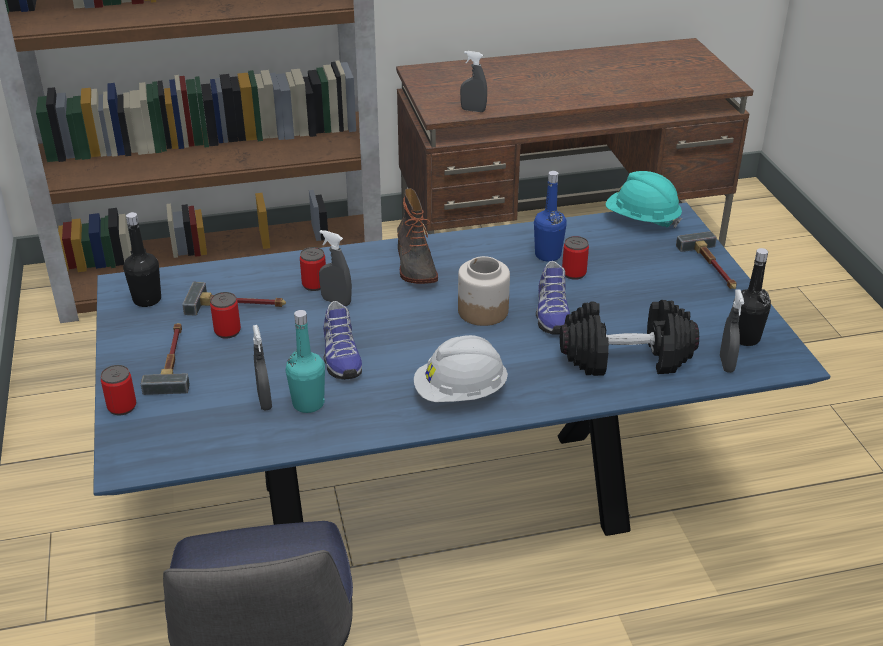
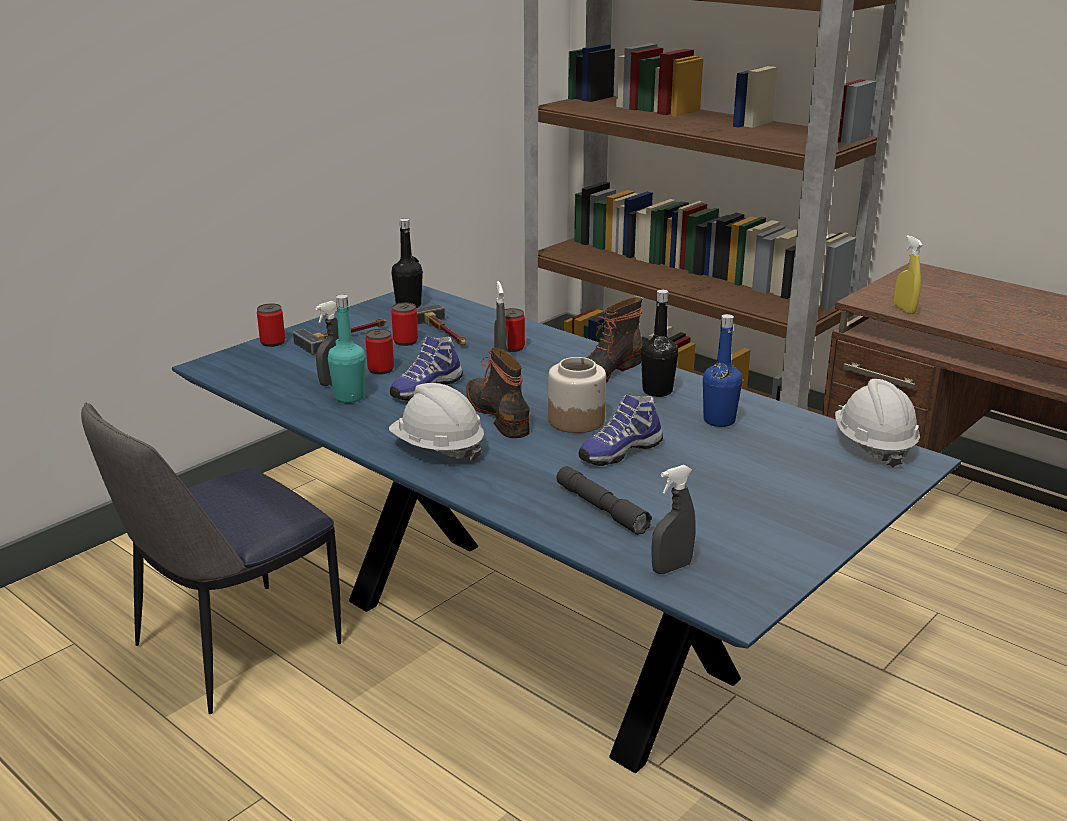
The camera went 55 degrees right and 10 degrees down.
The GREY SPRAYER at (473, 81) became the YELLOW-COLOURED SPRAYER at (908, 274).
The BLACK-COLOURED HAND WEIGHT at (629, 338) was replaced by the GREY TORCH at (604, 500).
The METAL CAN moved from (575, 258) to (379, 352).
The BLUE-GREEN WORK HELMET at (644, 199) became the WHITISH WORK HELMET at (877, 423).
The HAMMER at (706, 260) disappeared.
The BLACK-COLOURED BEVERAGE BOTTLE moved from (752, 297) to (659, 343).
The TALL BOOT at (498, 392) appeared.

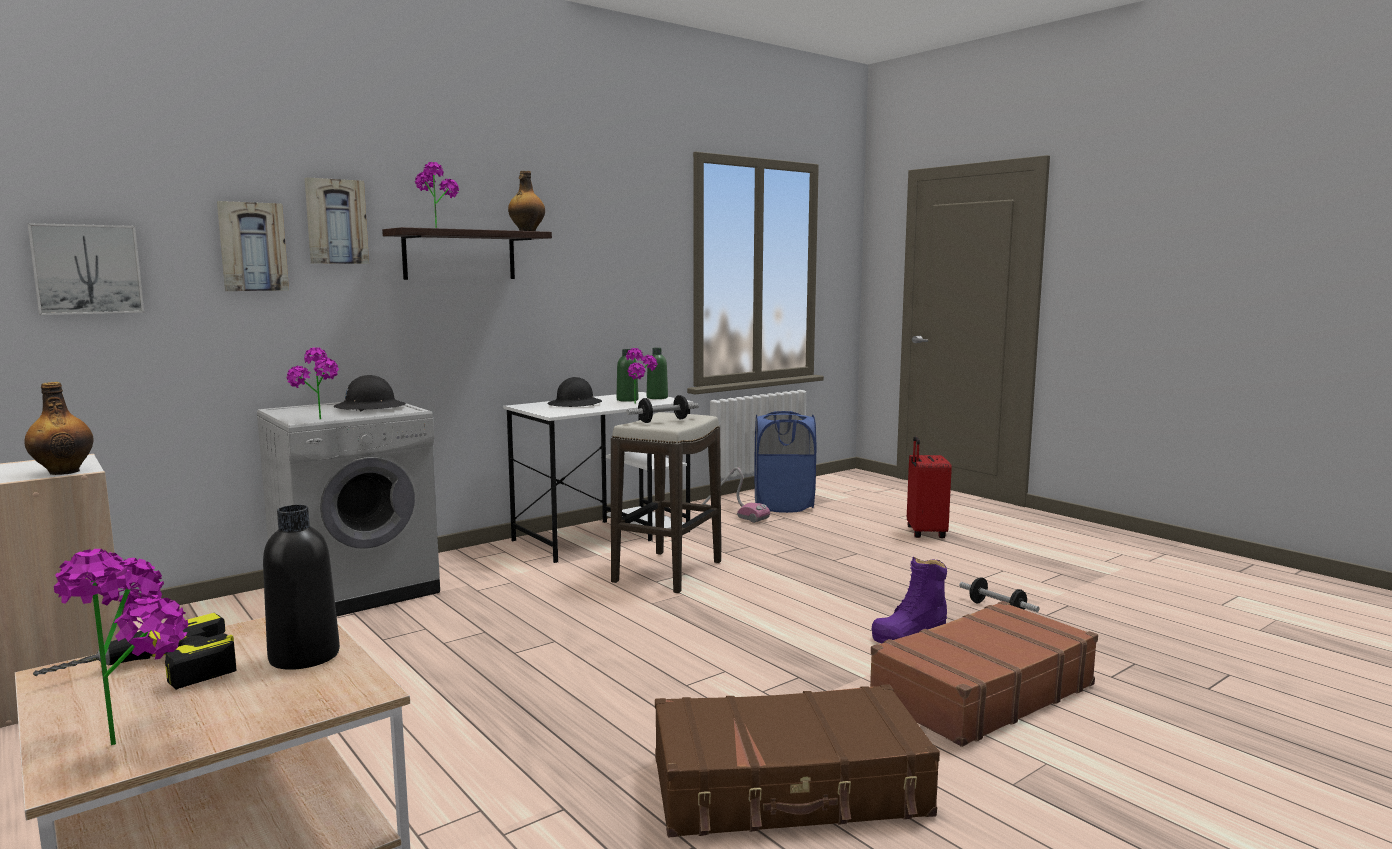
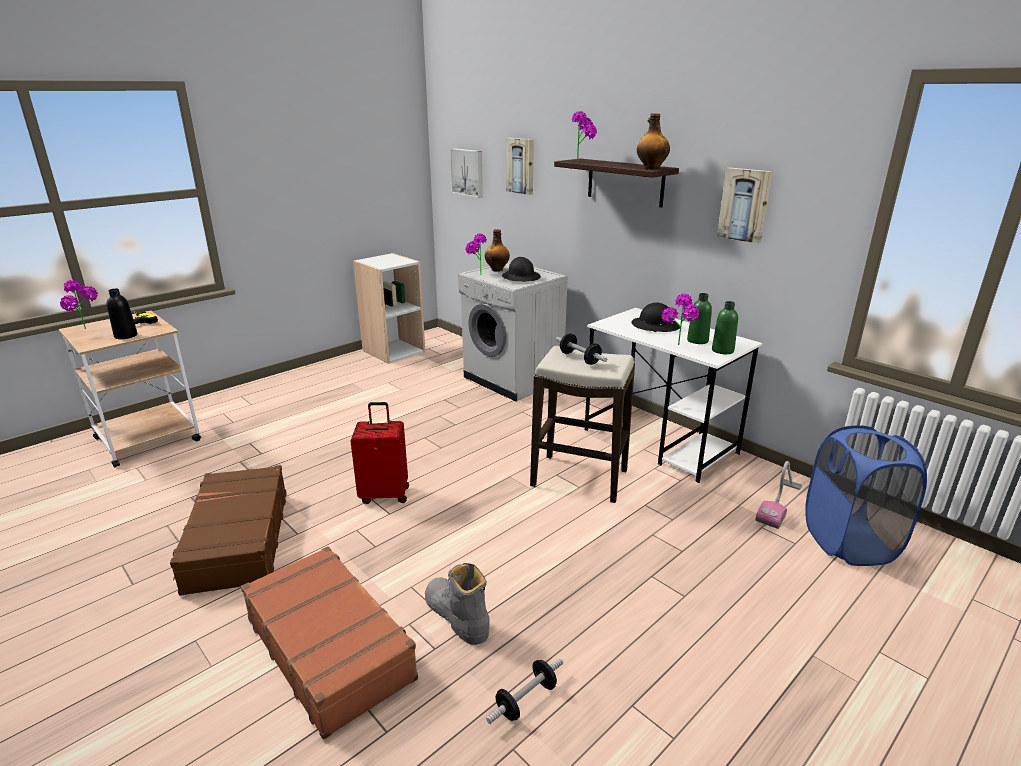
The camera went 85 degrees right and 15 degrees up.
The BEVERAGE BOTTLE moved from (58, 428) to (497, 250).
The PICTURE moved from (337, 220) to (745, 206).
The PURPLISH TALL BOOT at (909, 599) became the GREY TALL BOOT at (457, 604).
The RED-COLOURED PIECE OF LUGGAGE moved from (929, 487) to (380, 453).

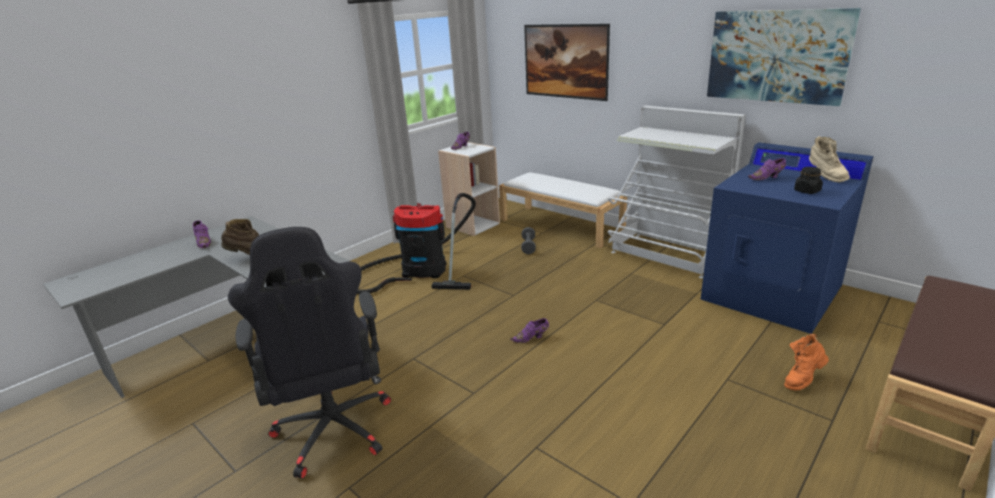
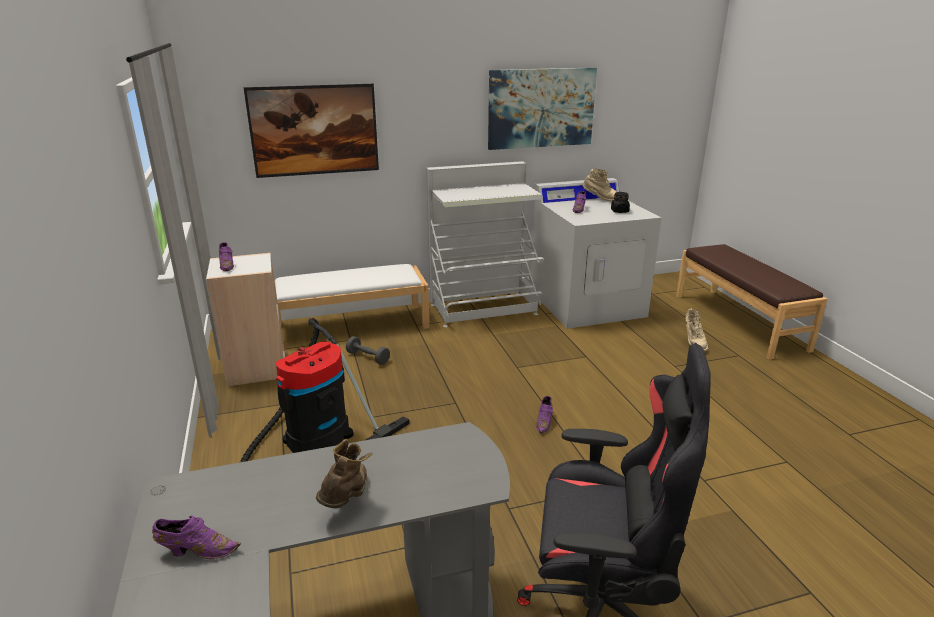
The camera went 60 degrees left and 0 degrees up.
The BLUISH LAUNDRY MACHINE at (787, 238) became the WHITISH LAUNDRY MACHINE at (596, 253).
The ORANGE TALL BOOT at (806, 362) became the SAND-COLOURED TALL BOOT at (696, 330).

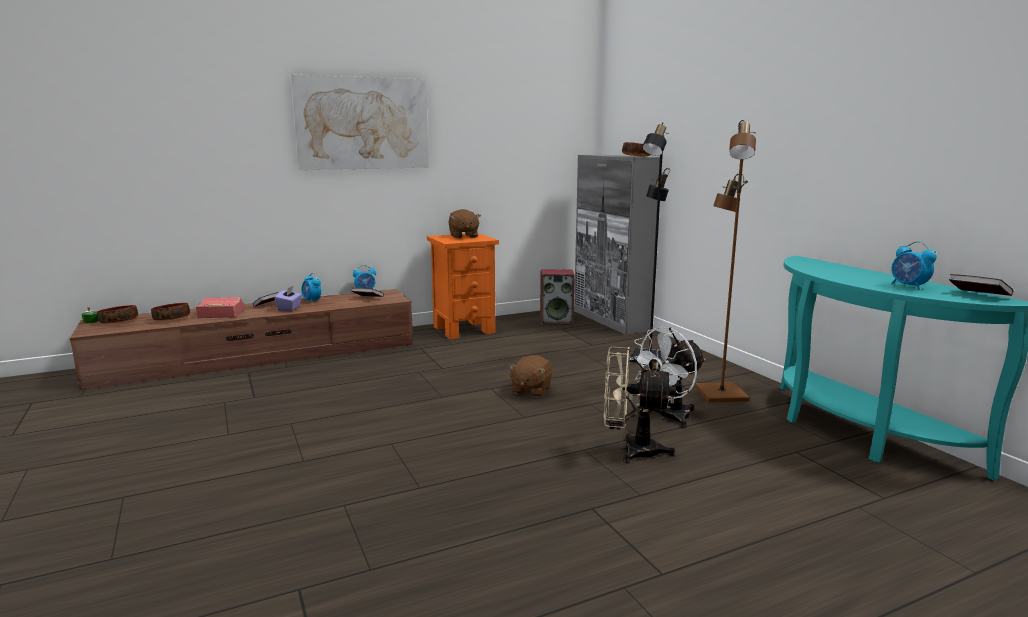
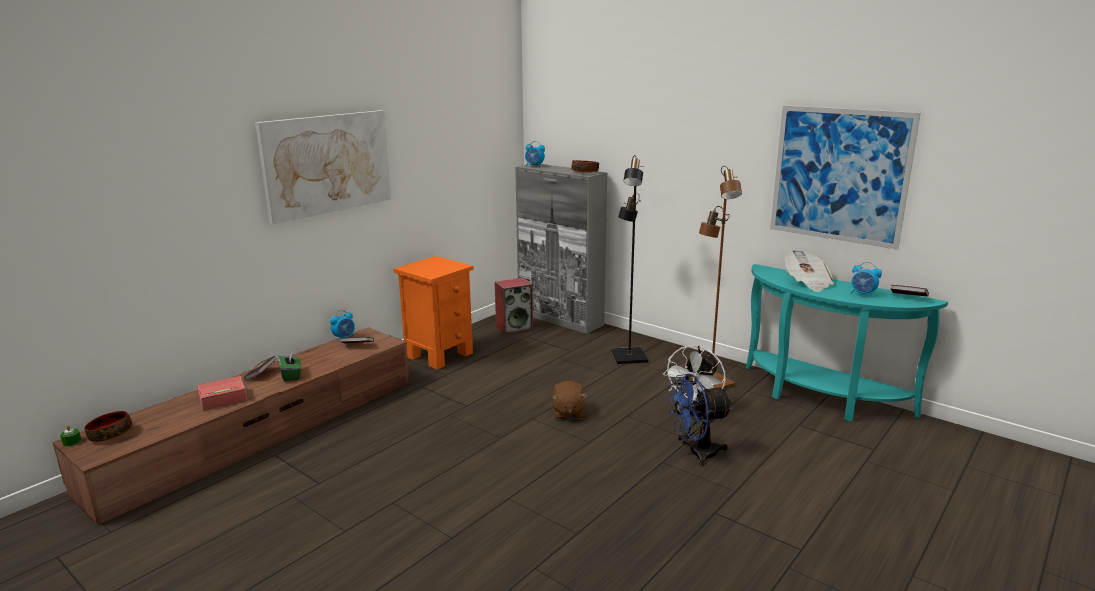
The camera went 25 degrees left and 5 degrees up.
The BOWL at (170, 312) disappeared.
The PURPLISH BOX OF TISSUES at (288, 298) became the GREEN-COLOURED BOX OF TISSUES at (289, 366).
The BEDSIDE CLOCK moved from (311, 288) to (535, 154).
The BROWNISH CUDDLY TOY at (465, 224) disappeared.
The SAND-COLOURED COOLING FAN at (640, 405) became the BLUISH COOLING FAN at (700, 420).
The PICTURE at (845, 177) appeared.
The PRINTED PAPER at (809, 270) appeared.

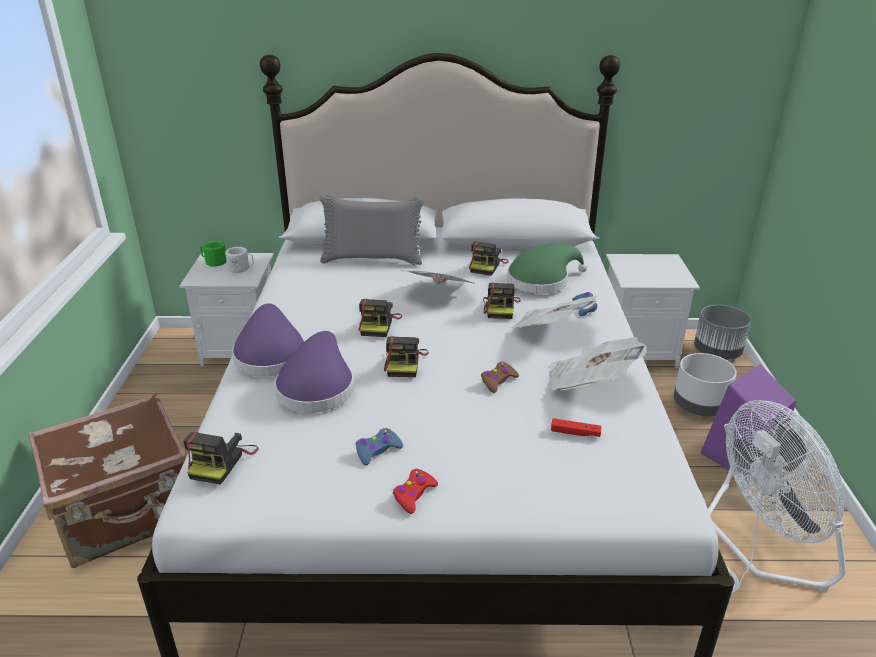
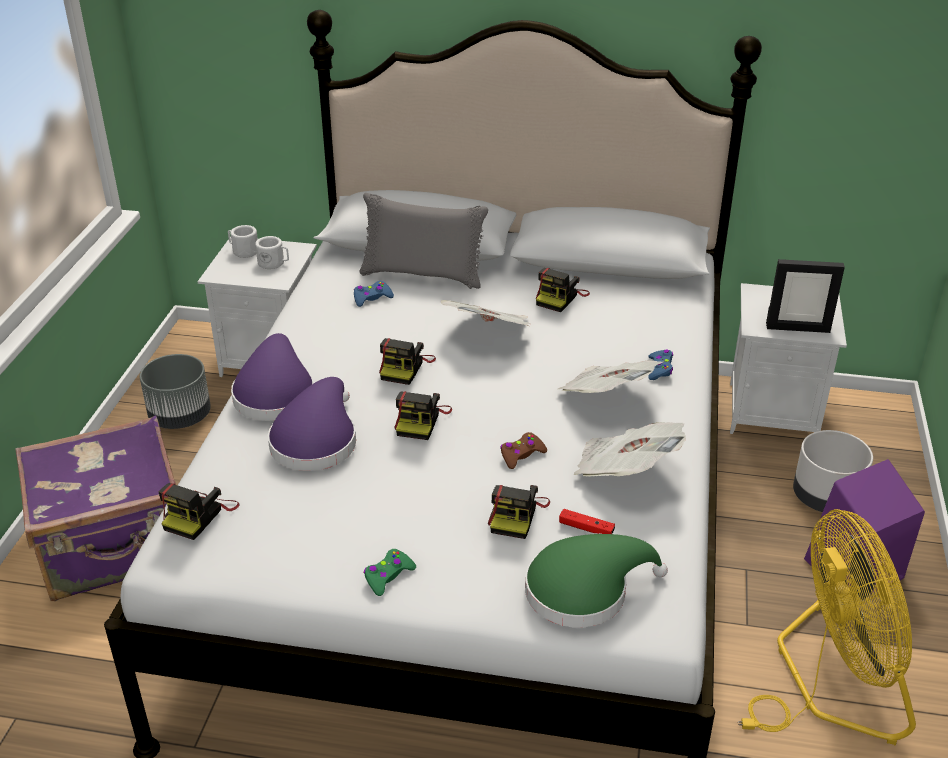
The camera went 10 degrees right and 5 degrees up.
The BROWNISH PIECE OF LUGGAGE at (107, 480) became the PURPLISH PIECE OF LUGGAGE at (95, 508).
The GREEN-COLOURED TEA MUG at (213, 253) became the WHITISH TEA MUG at (243, 241).
The BLUISH GAME CONTROLLER moved from (379, 446) to (374, 294).
The RED-COLOURED GAME CONTROLLER at (415, 491) became the GREEN-COLOURED GAME CONTROLLER at (390, 572).
The STILL CAMERA moved from (502, 300) to (519, 512).
The GREEN-COLOURED CLOTHING HAT moved from (547, 268) to (596, 581).
The GREY PLANTER moved from (722, 332) to (175, 391).
The WHITISH COOLING FAN at (777, 497) became the YELLOW-COLOURED COOLING FAN at (827, 627).
The STANDING FRAME at (805, 296) appeared.

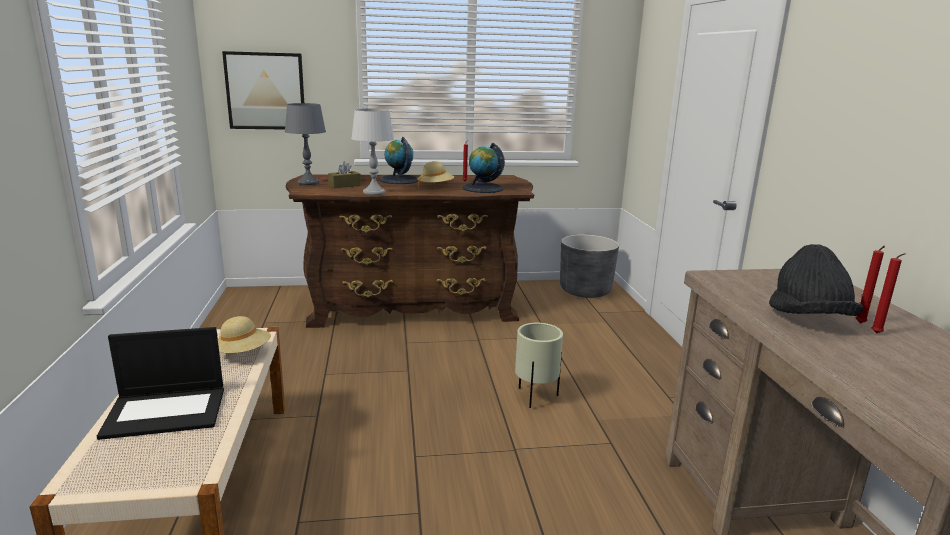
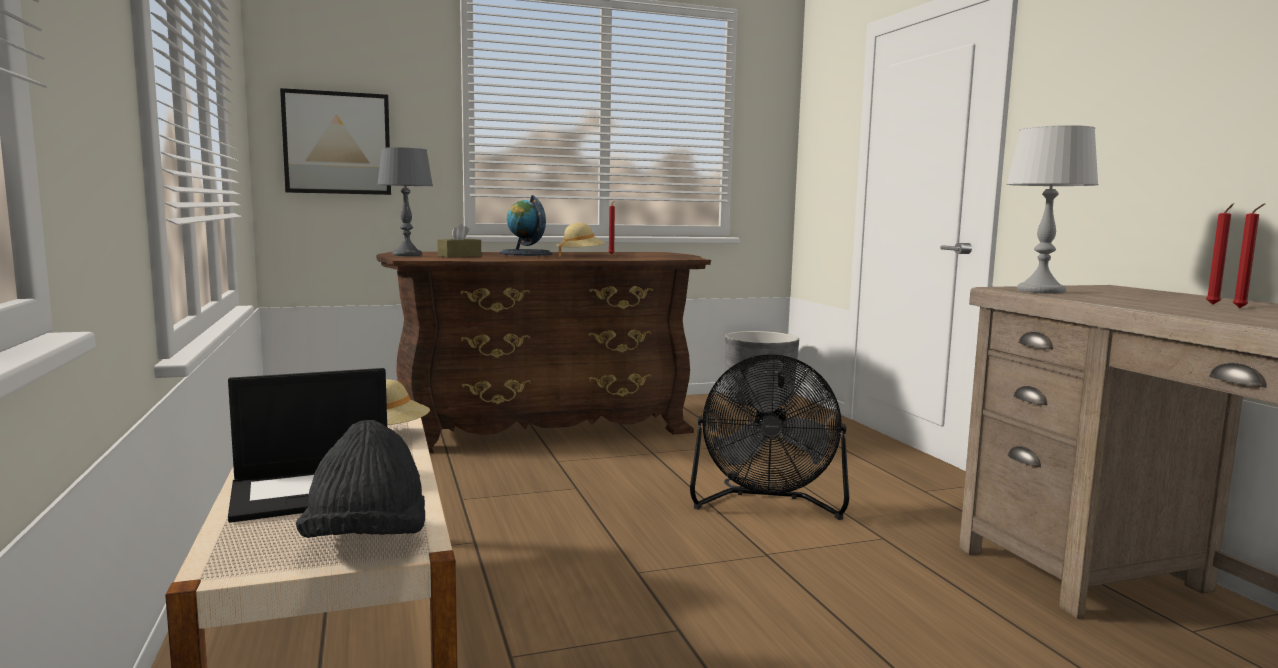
The camera went 10 degrees left and 10 degrees down.
The GREY TABLE LAMP moved from (372, 151) to (1052, 209).
The GLOBE at (484, 168) disappeared.
The SAND-COLOURED PLANTER at (539, 365) was replaced by the BLACK-COLOURED COOLING FAN at (769, 437).
The BLACK-COLOURED CLOTHING HAT moved from (816, 280) to (360, 479).

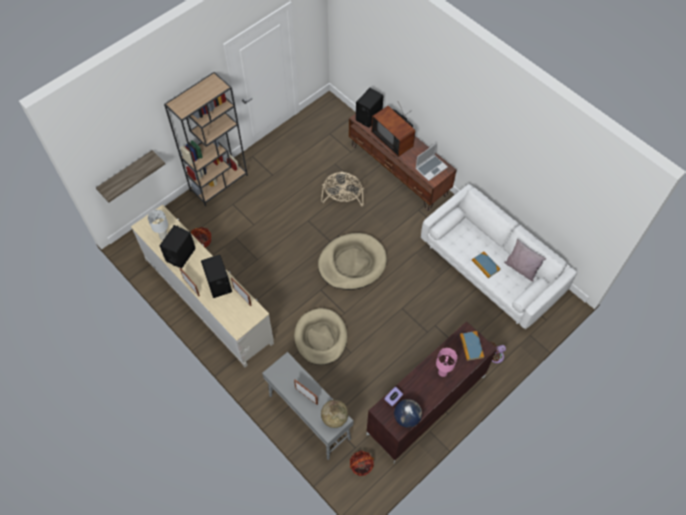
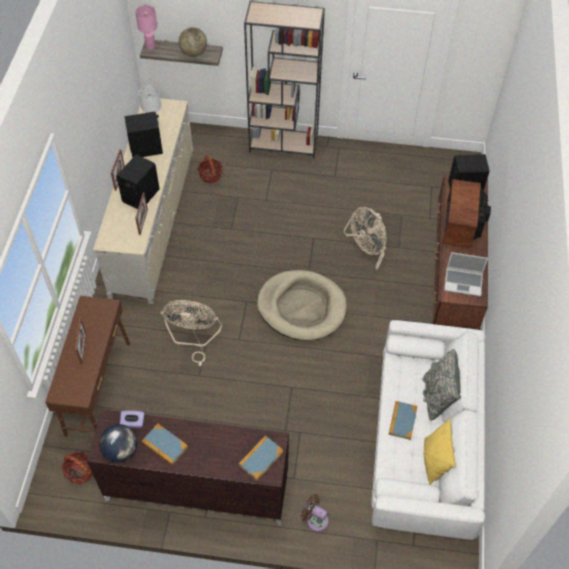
The camera went 50 degrees right and 5 degrees down.
The GREY HALL TABLE at (307, 406) became the BROWNISH HALL TABLE at (87, 366).
The SAND-COLOURED DOG CUSHION at (320, 336) was replaced by the SAND-COLOURED COOLING FAN at (191, 333).
The GLOBE moved from (334, 414) to (193, 42).
The PINK-COLOURED TABLE LAMP moved from (446, 362) to (146, 27).
The PURPLISH CUSHION at (525, 260) became the YELLOW-COLOURED CUSHION at (439, 452).
The VOLUME at (165, 444) appeared.
The GREY CUSHION at (441, 385) appeared.

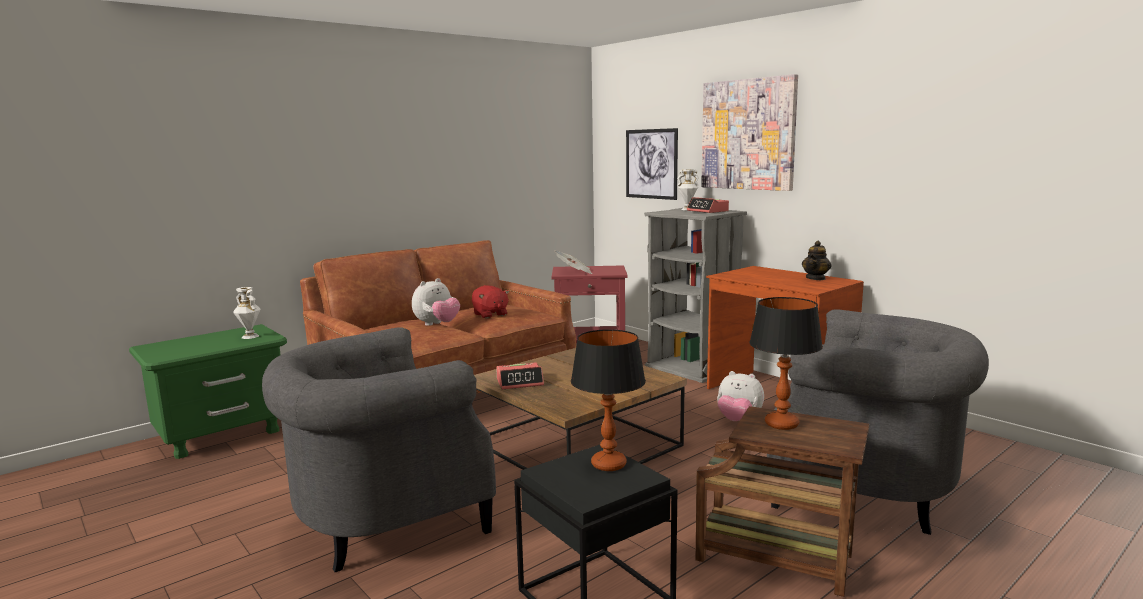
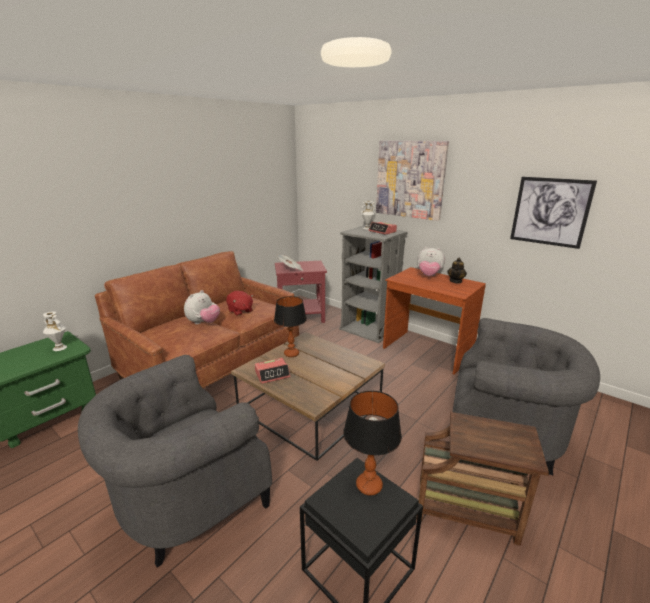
The camera went 10 degrees left and 10 degrees up.
The PICTURE moved from (652, 164) to (553, 213).
The CUDDLY TOY moved from (740, 396) to (431, 261).
The TABLE LAMP moved from (786, 363) to (290, 326).

